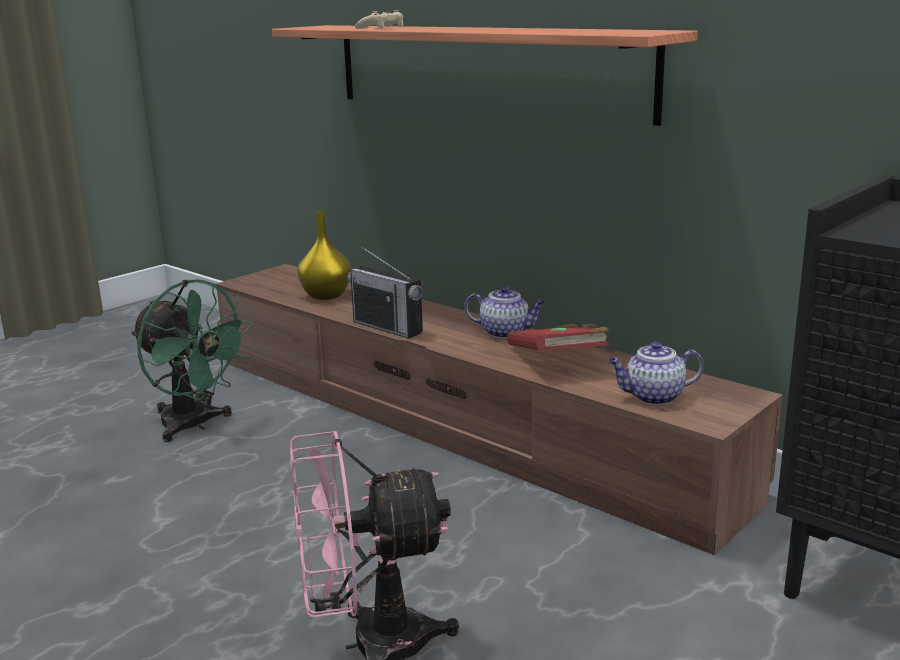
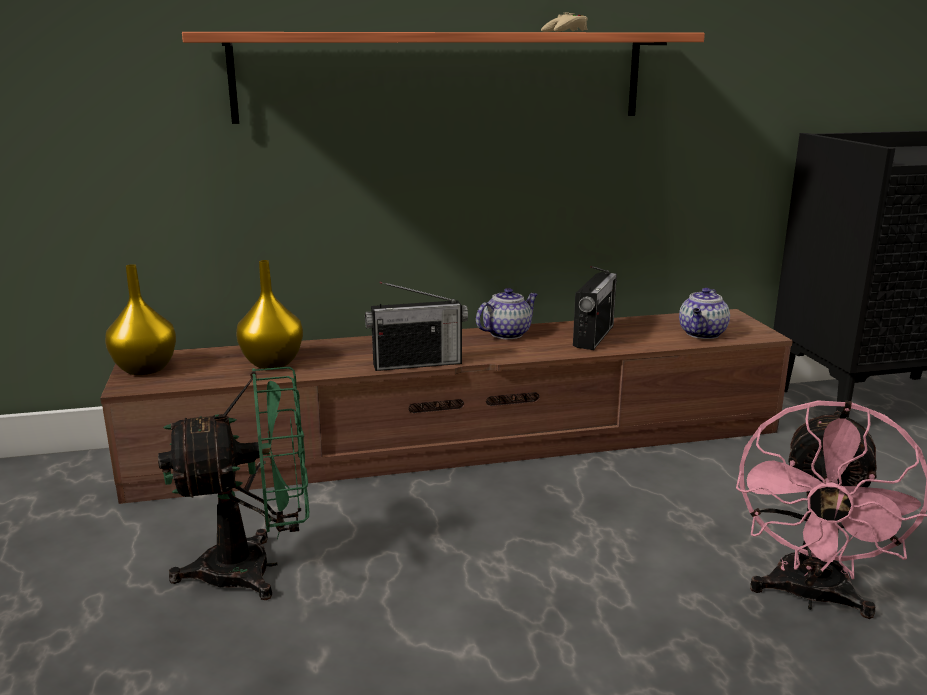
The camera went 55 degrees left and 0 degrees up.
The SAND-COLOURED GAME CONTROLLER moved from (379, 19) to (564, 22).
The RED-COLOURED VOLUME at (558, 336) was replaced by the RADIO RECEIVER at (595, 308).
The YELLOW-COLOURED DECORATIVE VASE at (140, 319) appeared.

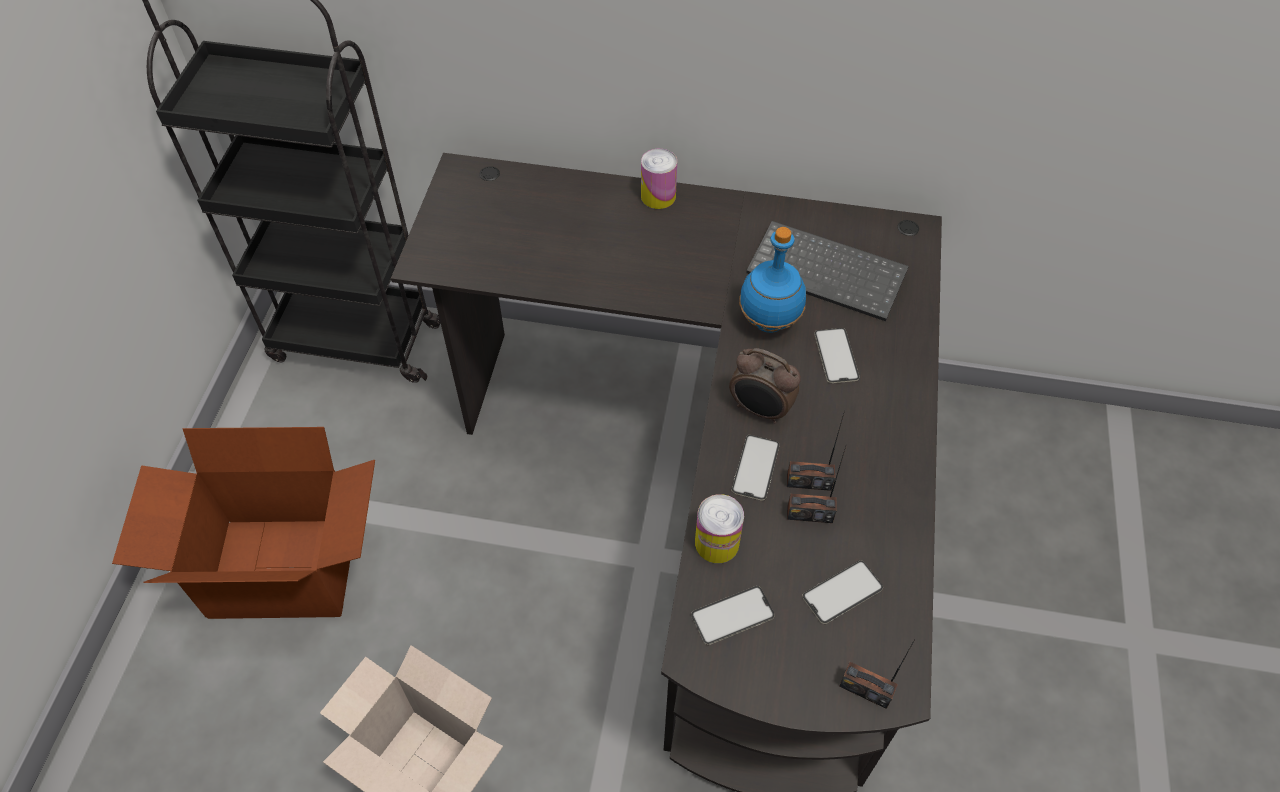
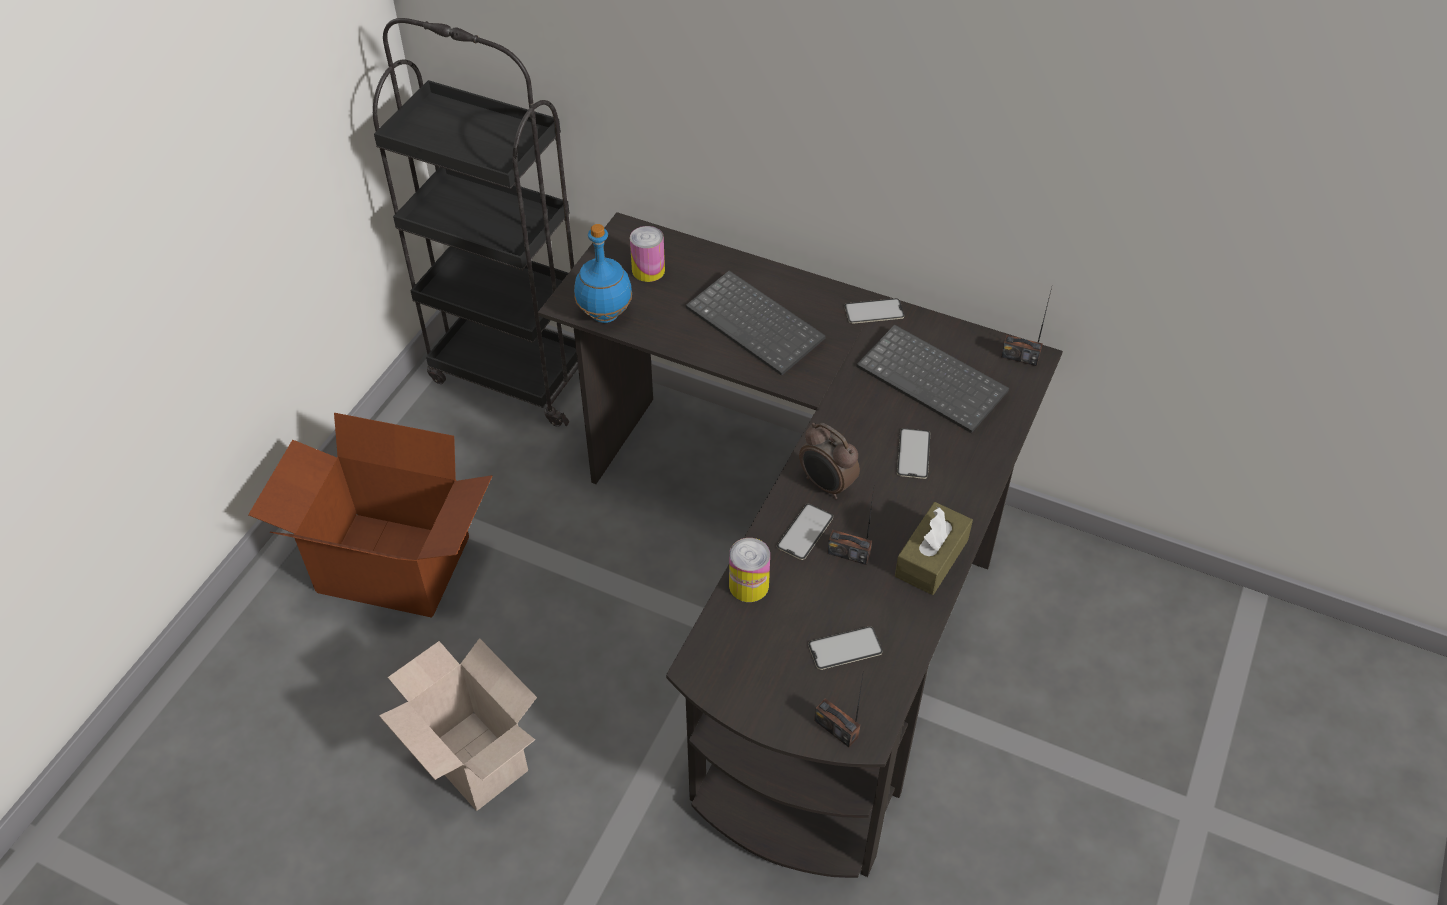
The camera went 15 degrees right and 5 degrees down.
The METAL CAN moved from (659, 179) to (647, 254).
The PHONE moved from (733, 615) to (874, 311).
The BLUISH BEVERAGE BOTTLE moved from (772, 280) to (603, 273).
The RADIO RECEIVER moved from (817, 483) to (1026, 326).
The KEYBOARD at (756, 323) appeared.
The BROWNISH BOX OF TISSUES at (934, 548) appeared.

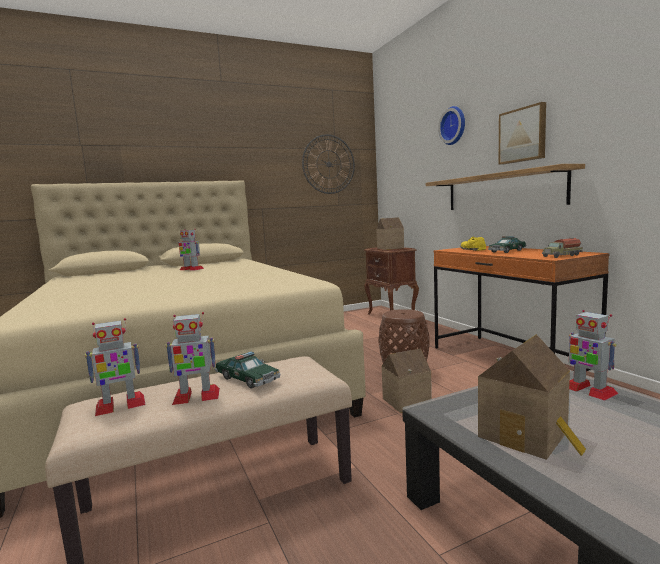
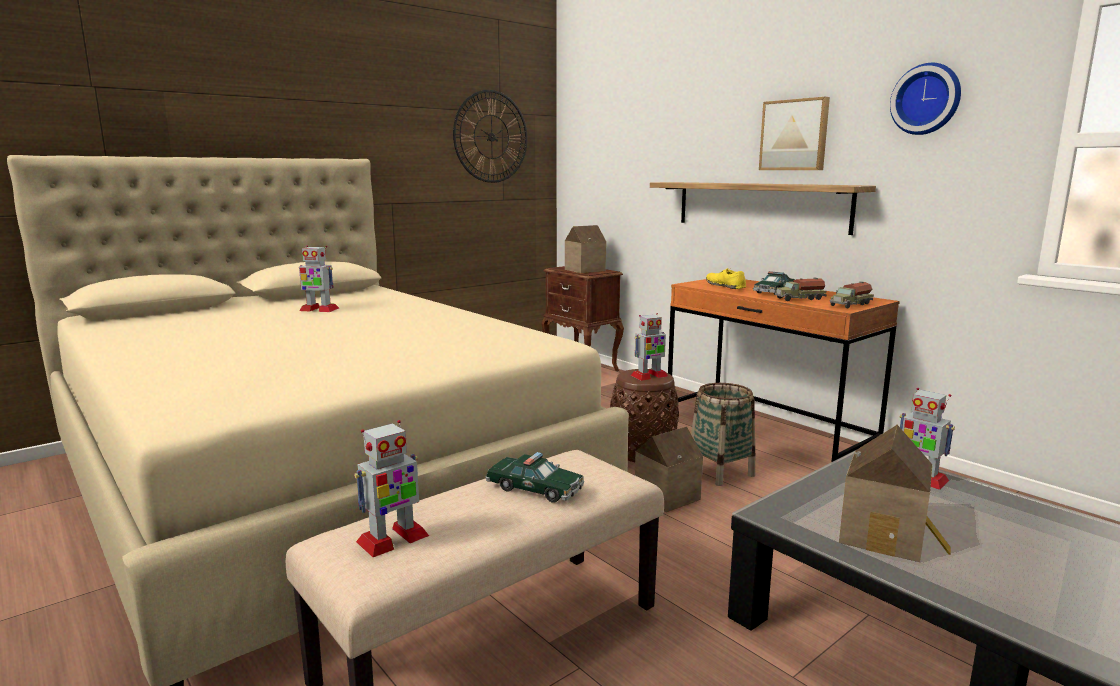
The camera went 15 degrees left and 5 degrees up.
The TOY ROBOT moved from (192, 358) to (649, 347).
The HANGING CLOCK moved from (451, 125) to (925, 99).
The STORAGE BASKET at (723, 434) appeared.
The MODEL TRUCK at (801, 289) appeared.

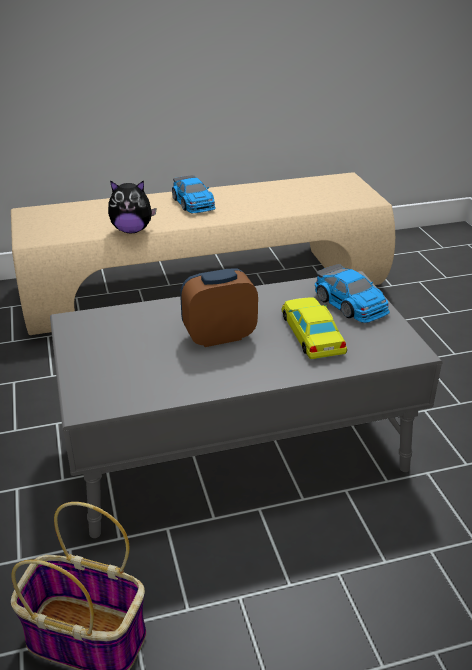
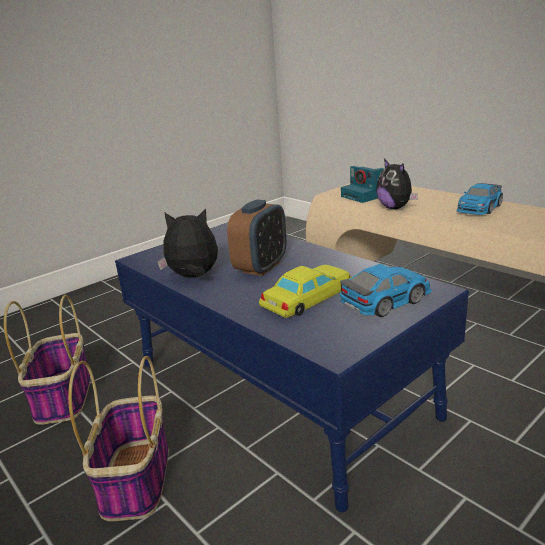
The camera went 65 degrees right and 10 degrees down.
The GREY LOUNGE TABLE at (246, 404) became the BLUISH LOUNGE TABLE at (292, 367).
The BEDSIDE CLOCK at (219, 308) turned 75 degrees clockwise.
The MODEL CAR at (352, 293) turned 150 degrees counterclockwise.
The STORAGE BASKET at (118, 438) appeared.
The CUDDLY TOY at (187, 242) appeared.
The STILL CAMERA at (362, 184) appeared.

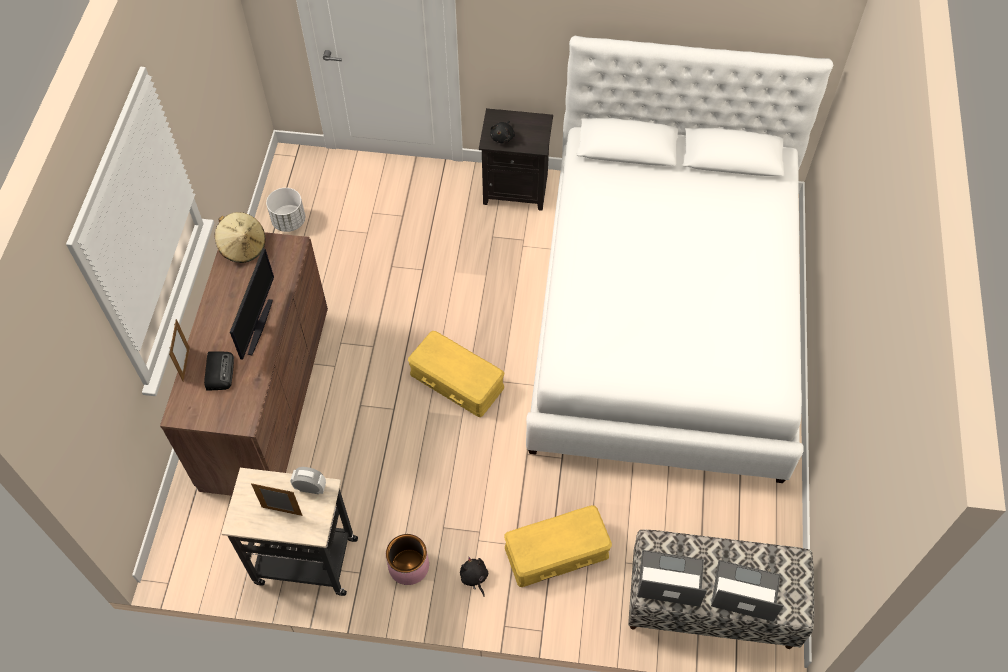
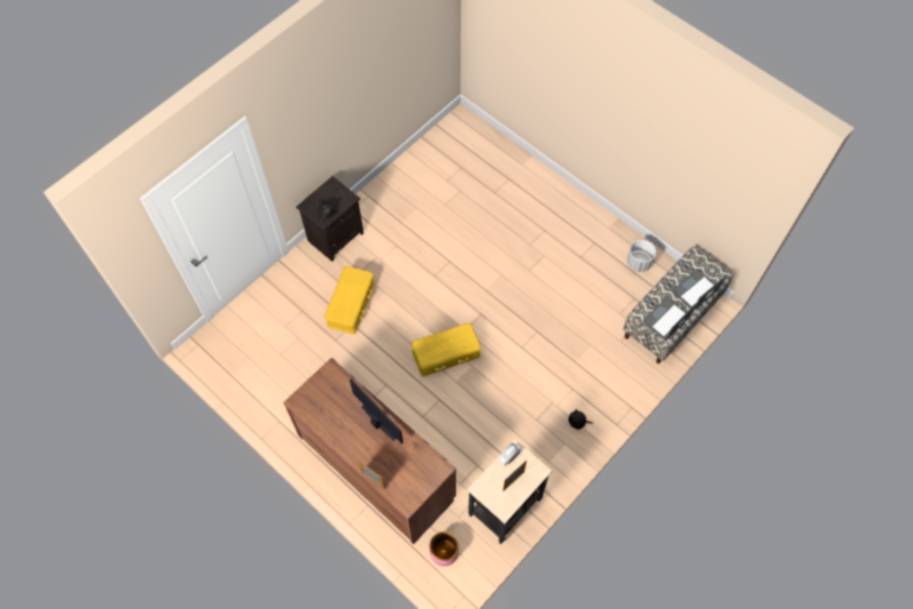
The camera went 55 degrees left and 5 degrees up.
The RADIO RECEIVER at (219, 371) disappeared.
The SAND-COLOURED CLOTHING HAT at (240, 237) disappeared.
The WHITISH PLANTER moved from (285, 210) to (641, 256).
The PINK-COLOURED PLANTER moved from (407, 559) to (444, 548).
The YELLOW-COLOURED STORAGE BIN moved from (558, 546) to (349, 300).
The WHITISH BED at (679, 259) disappeared.

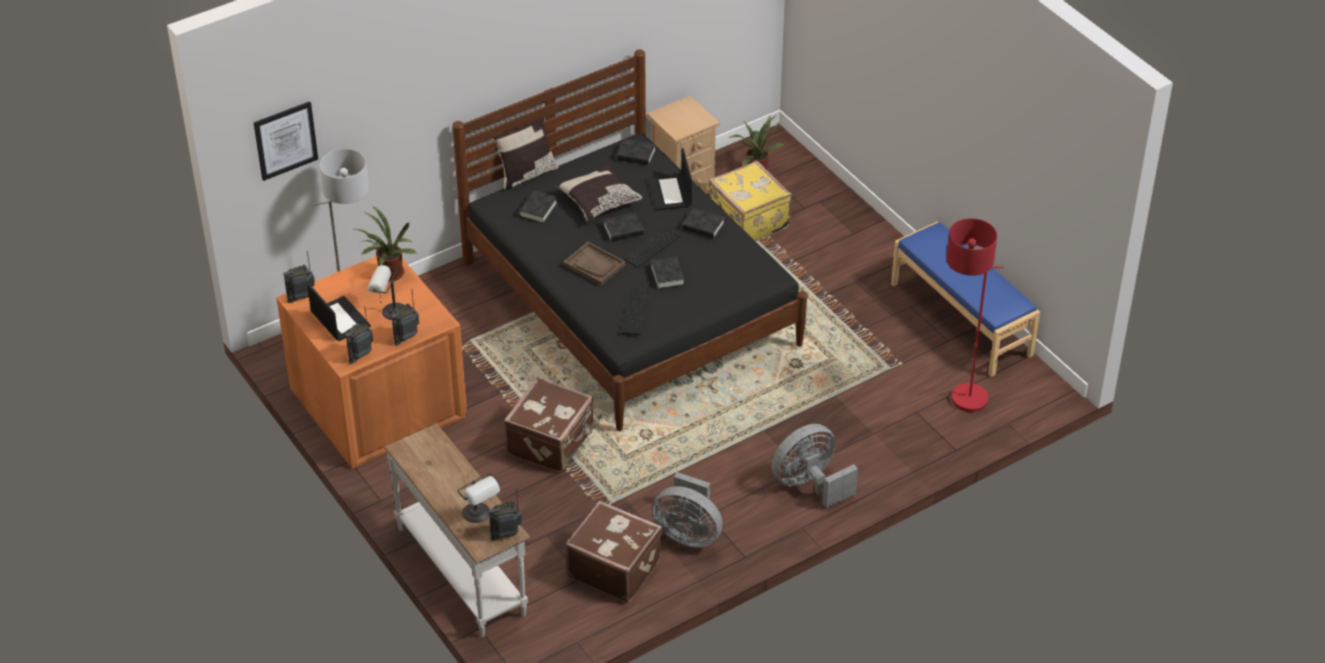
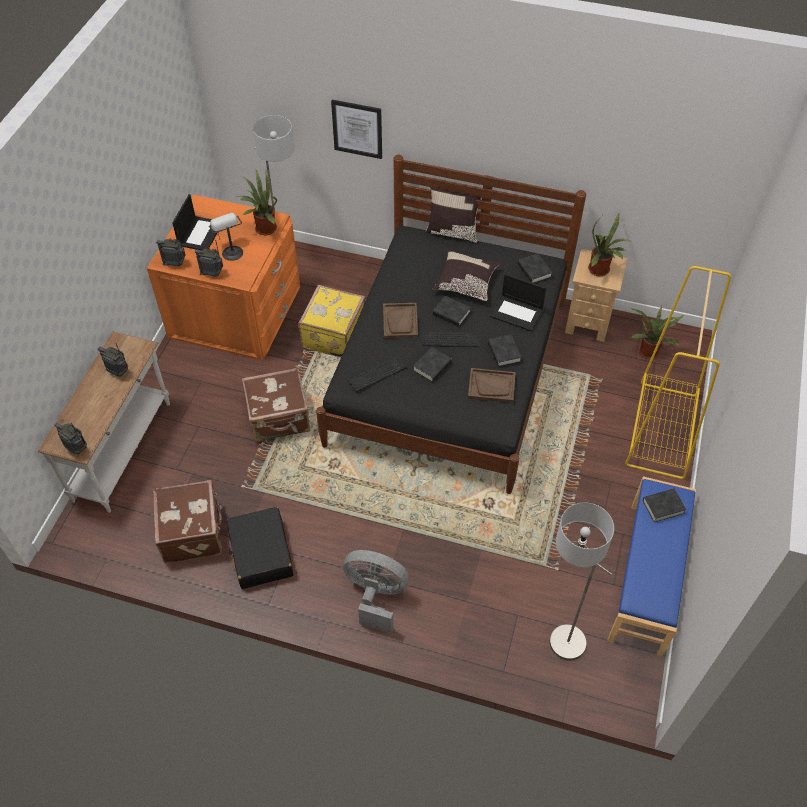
The camera went 50 degrees right and 10 degrees up.
The PICTURE moved from (286, 141) to (356, 129).
The RADIO RECEIVER moved from (299, 277) to (113, 360).
The TABLE LAMP at (478, 498) disappeared.
The BLACK-COLOURED VOLUME moved from (538, 207) to (664, 505).
The LAPTOP at (670, 179) turned 105 degrees counterclockwise.
The GREY COOLING FAN at (687, 510) was replaced by the BLACK-COLOURED PIECE OF LUGGAGE at (260, 548).
The YELLOW-COLOURED PIECE OF LUGGAGE moved from (750, 201) to (331, 321).
The RED-COLOURED FLOOR LAMP at (975, 315) became the GREY FLOOR LAMP at (582, 581).
The BROWNISH TRAY at (492, 385) appeared.
The HOUSEPLANT at (609, 244) appeared.
The YELLOW-COLOURED GARMENT STAND at (678, 372) appeared.

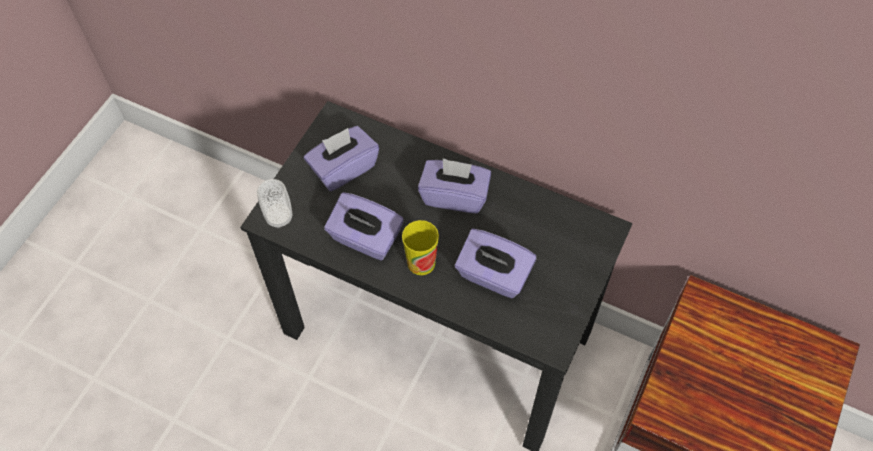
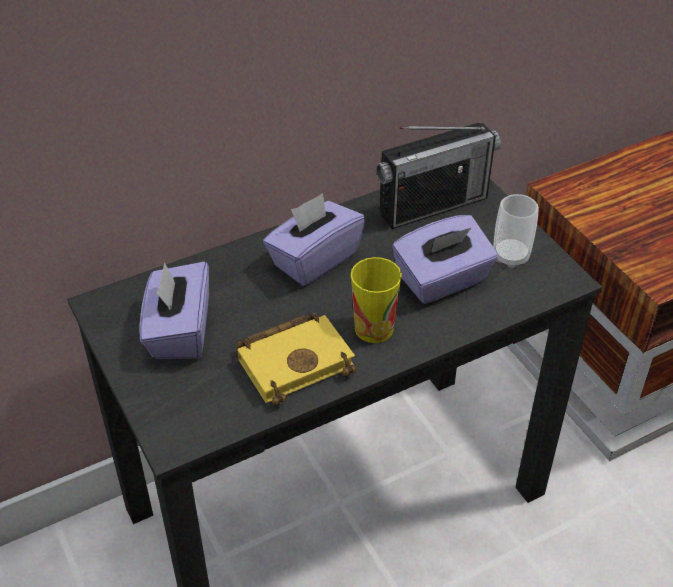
The camera went 55 degrees left and 15 degrees down.
The DRINKING CUP moved from (274, 203) to (516, 231).
The PURPLISH BOX OF TISSUES at (364, 226) was replaced by the YELLOW-COLOURED VOLUME at (296, 359).
The RADIO RECEIVER at (438, 176) appeared.

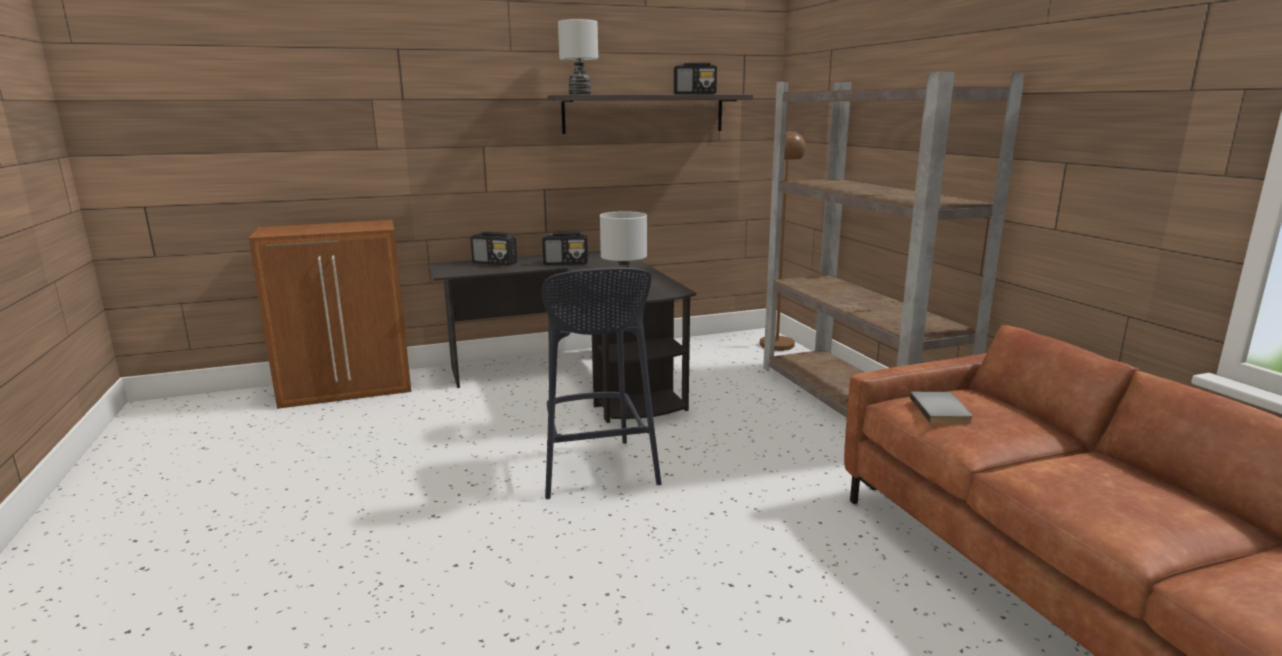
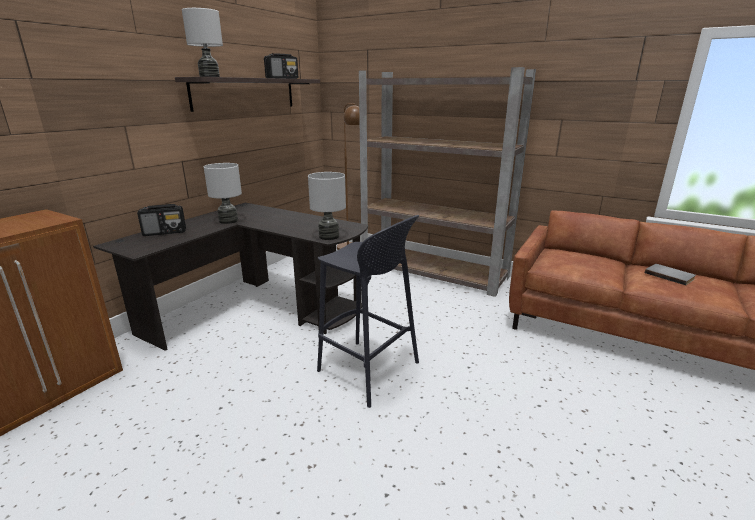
The camera went 40 degrees left and 5 degrees up.
The RADIO RECEIVER at (565, 248) was replaced by the GREY TABLE LAMP at (222, 193).
The GREY VOLUME moved from (941, 408) to (670, 274).

